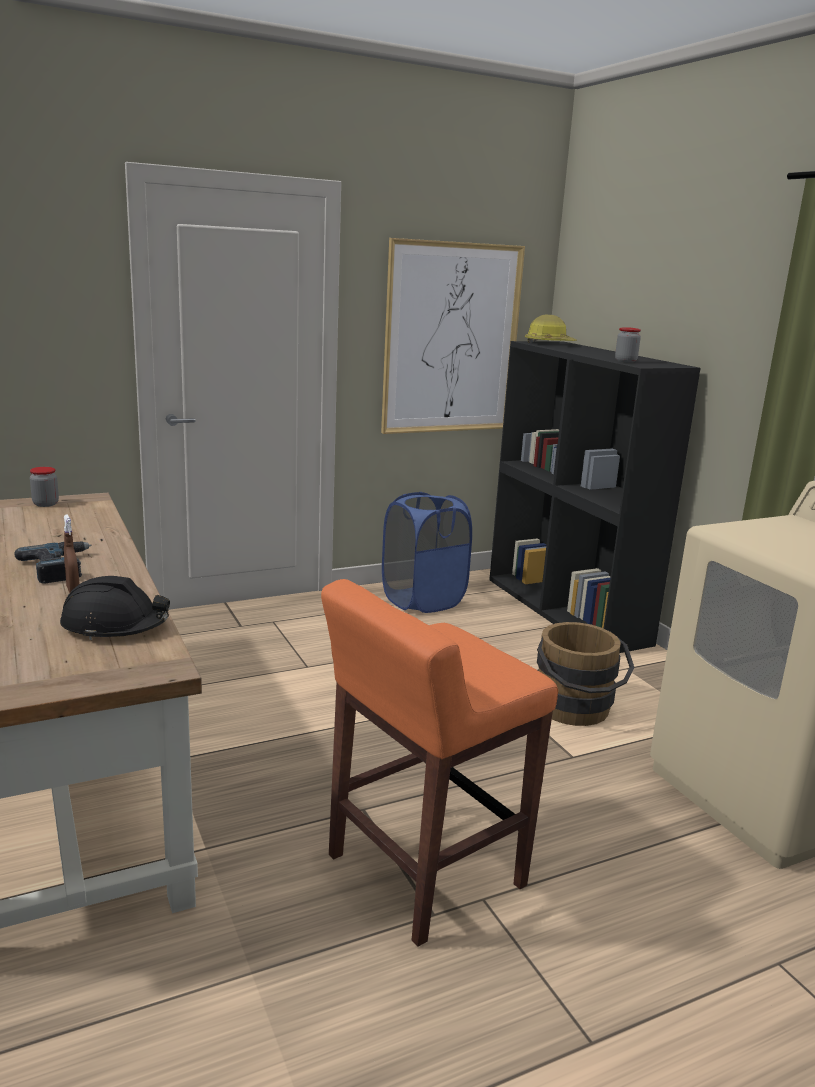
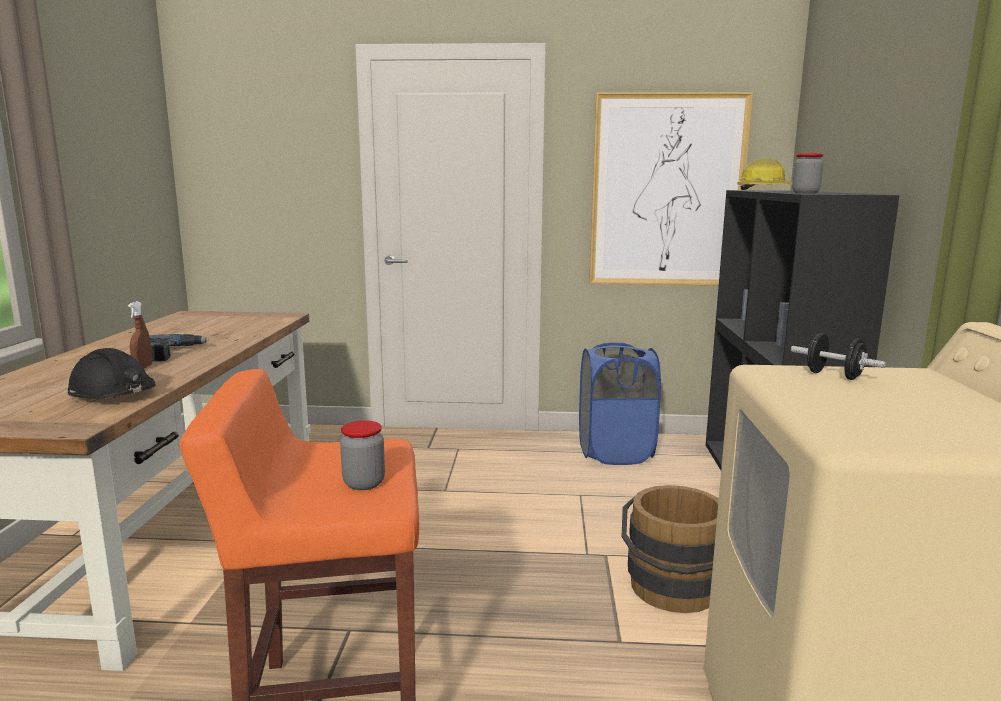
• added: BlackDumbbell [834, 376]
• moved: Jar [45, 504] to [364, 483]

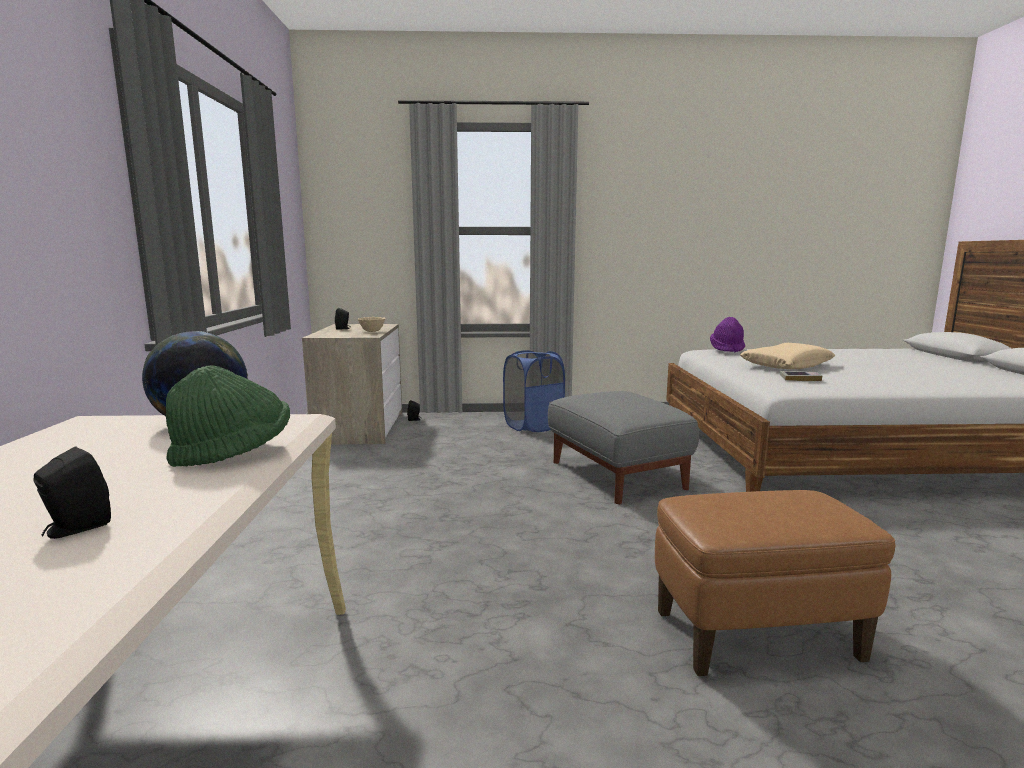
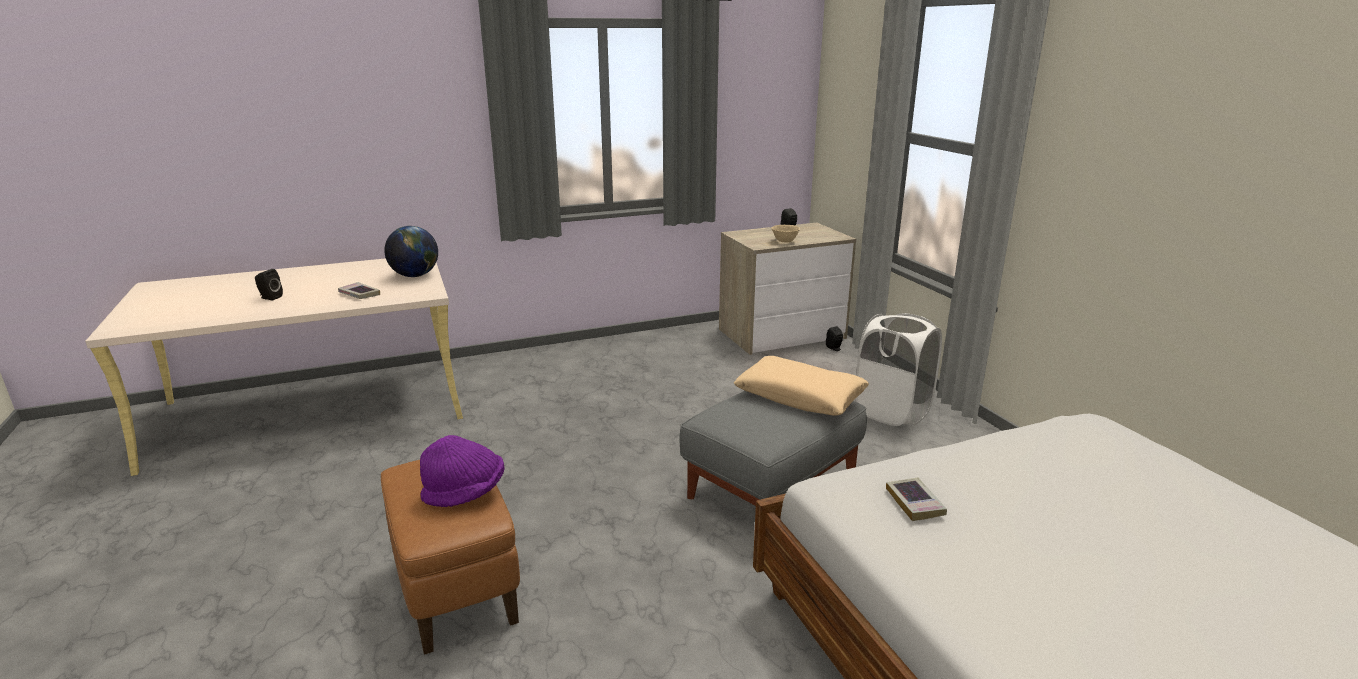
• moved: PurpleHat [727, 349] to [465, 493]
• moved: BeigePillow [786, 366] to [800, 396]
• replaced: GreenHat [233, 453] to Book [359, 294]
• recoloured: BlueLaundryBasket [533, 426] to WhiteLaundryBasket [892, 412]

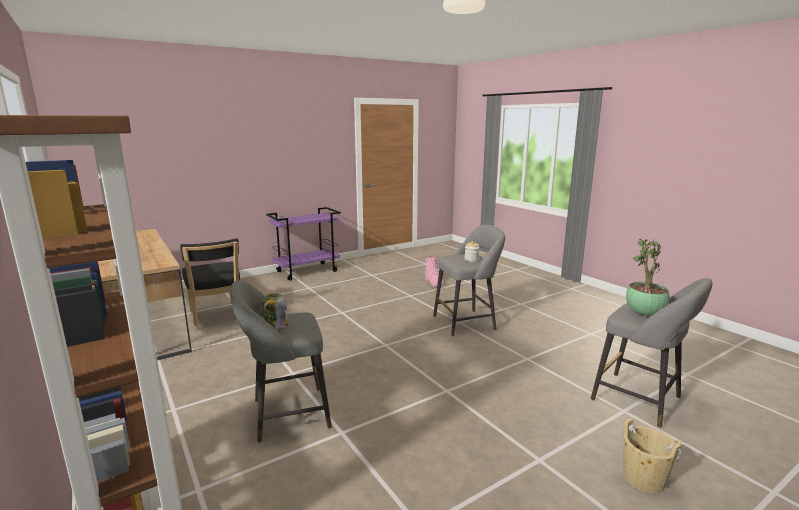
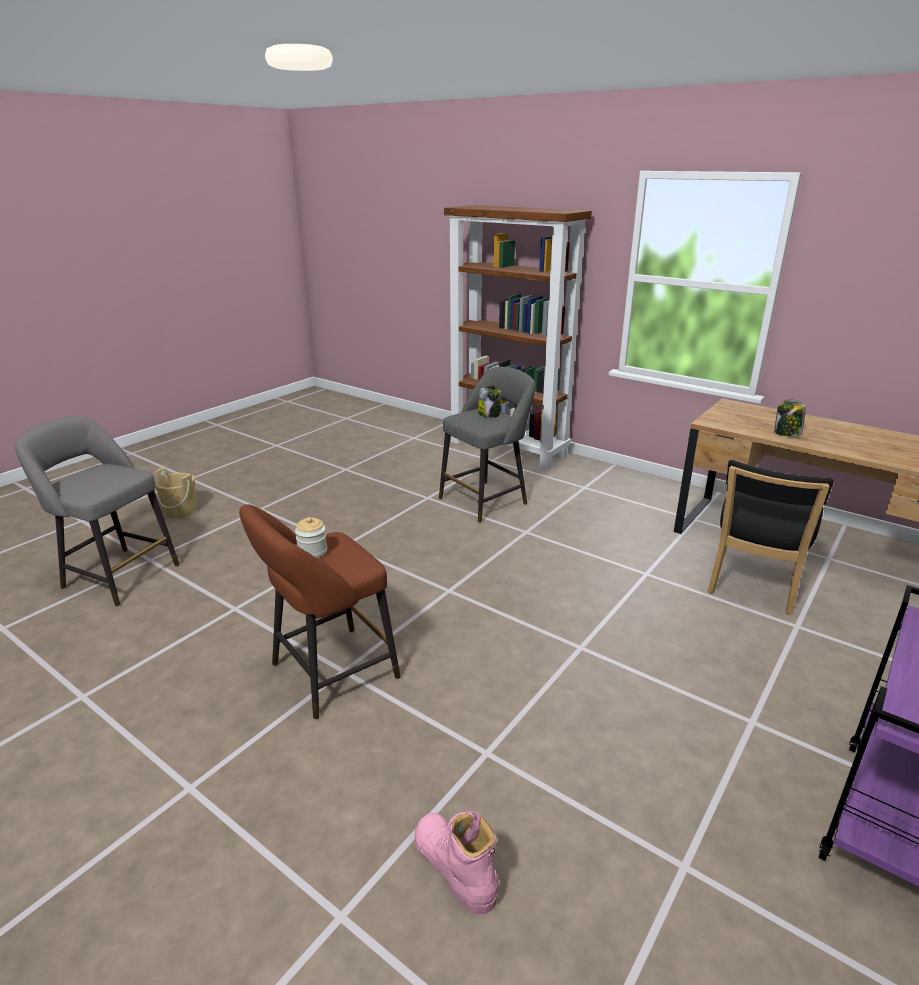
• removed: PottedPlant [644, 314]
• added: Jar [786, 433]
• recoloured: GreyStool [467, 322] to BrownStool [328, 674]
• turned: BlackChair [217, 318] = [752, 586] 105 degrees counterclockwise

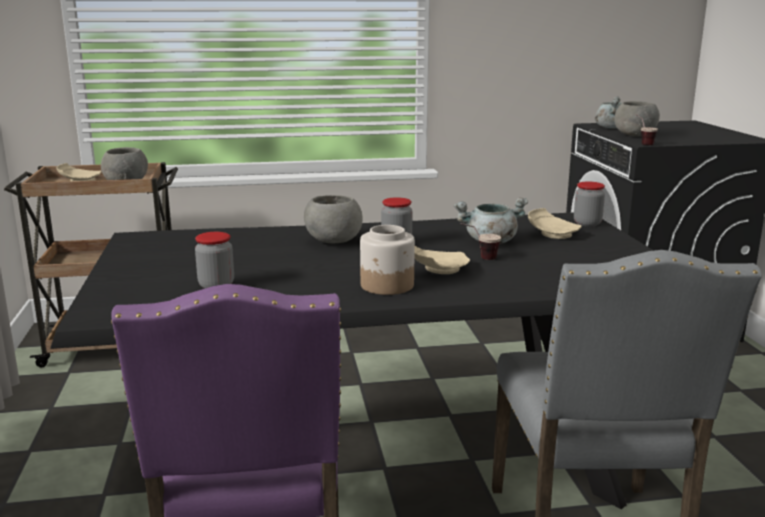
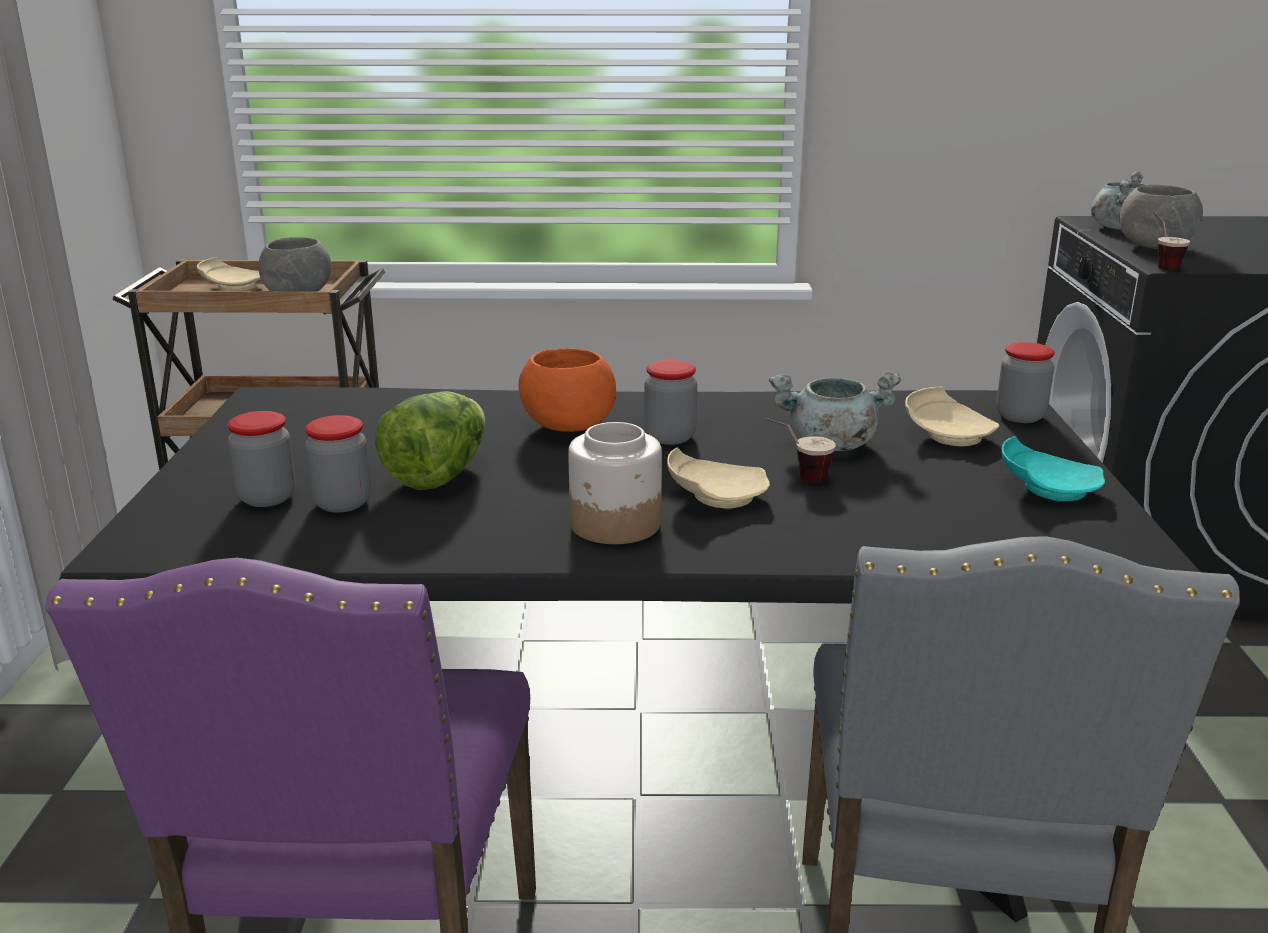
• added: Jar [267, 498]
• added: Lettuce [438, 475]
• added: TurquoisePlate [1046, 488]
• recoloured: GreyBowl [333, 242] to OrangeBowl [567, 427]

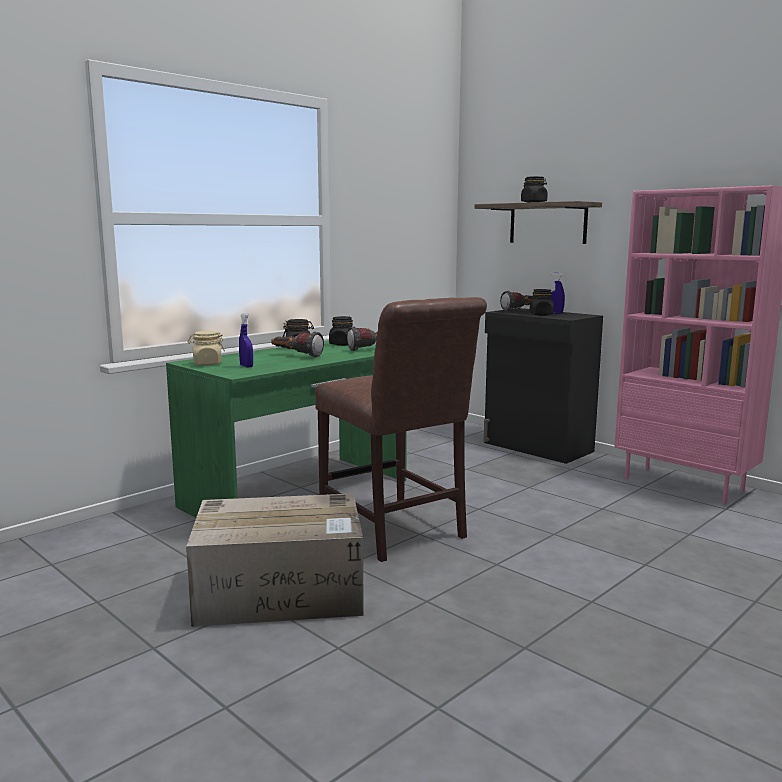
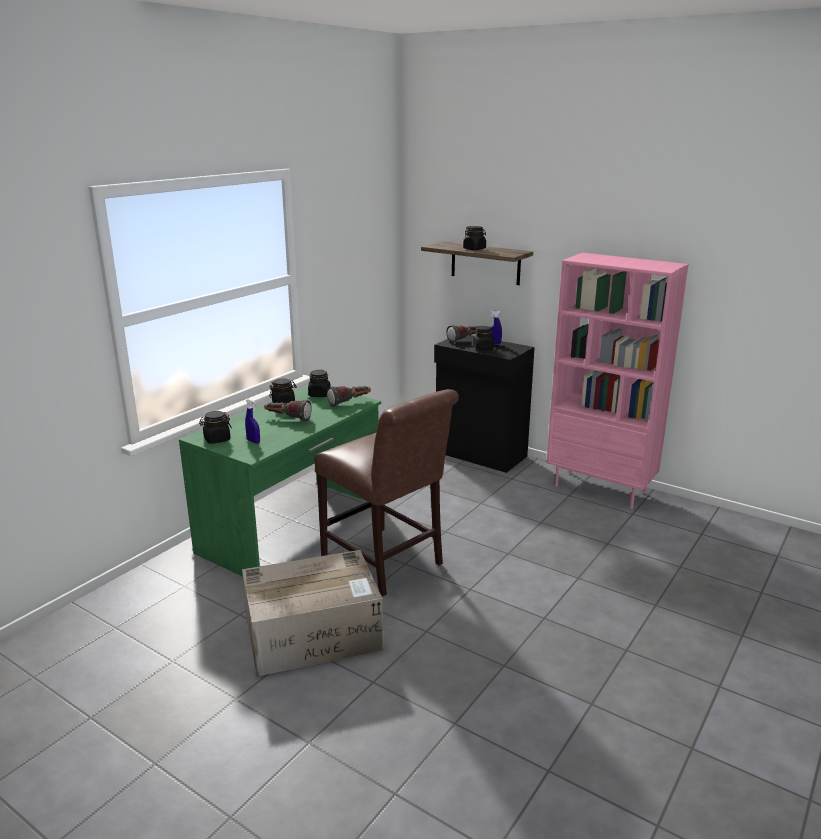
• recoloured: BeigeJar [207, 364] to BlackJar [217, 439]

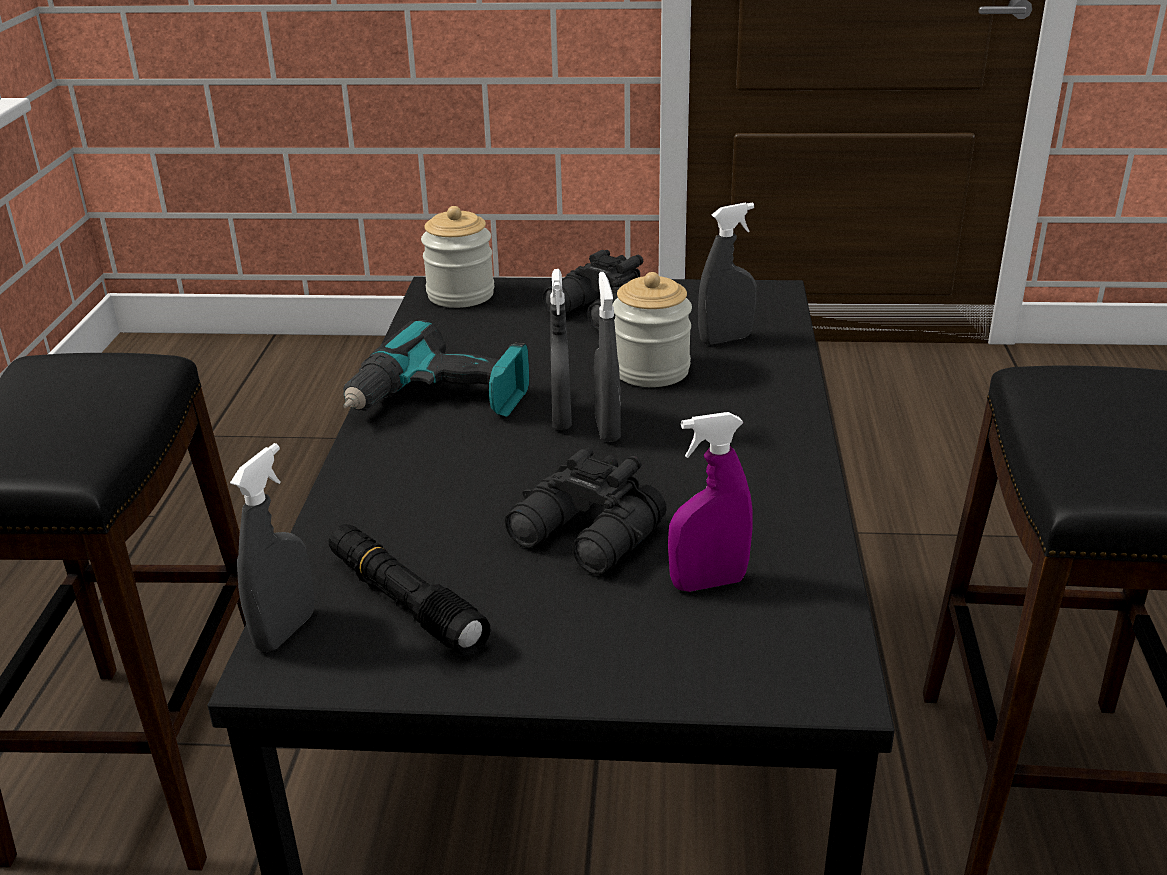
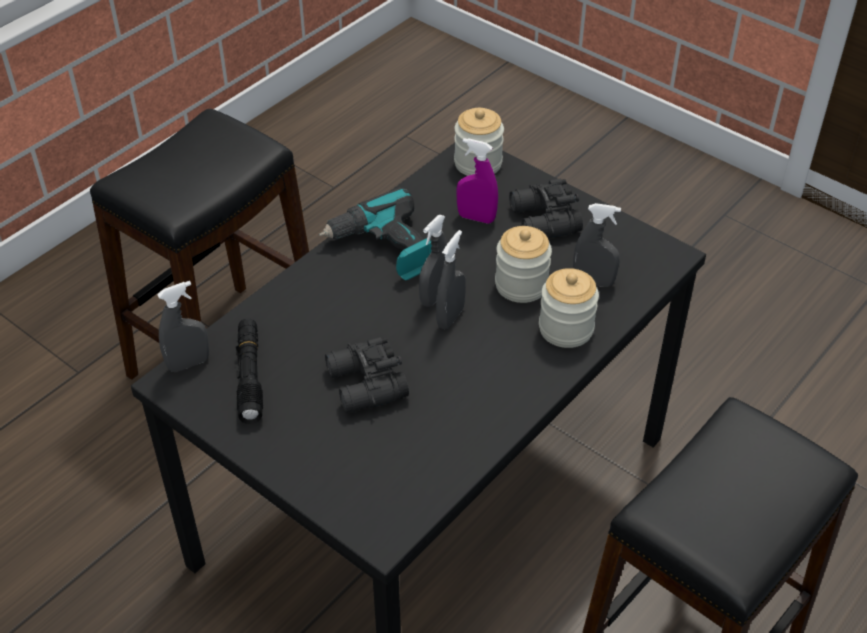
• added: Jar [566, 329]
• moved: PurpleSprayBottle [708, 583] to [476, 218]

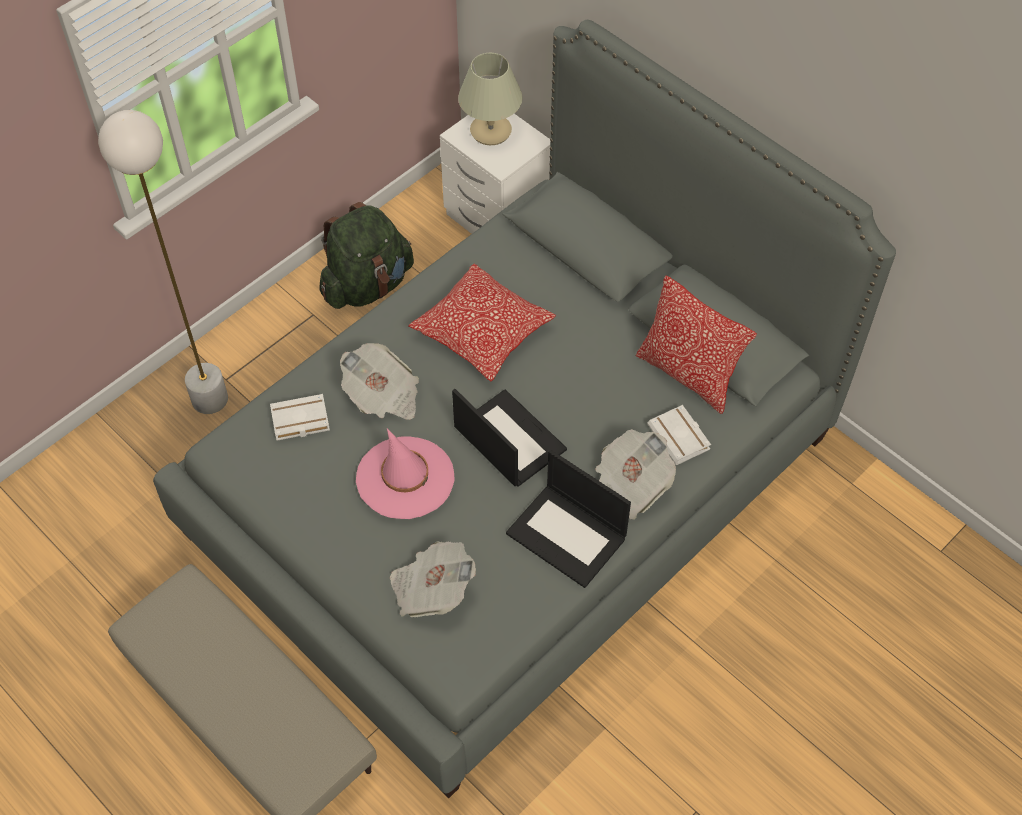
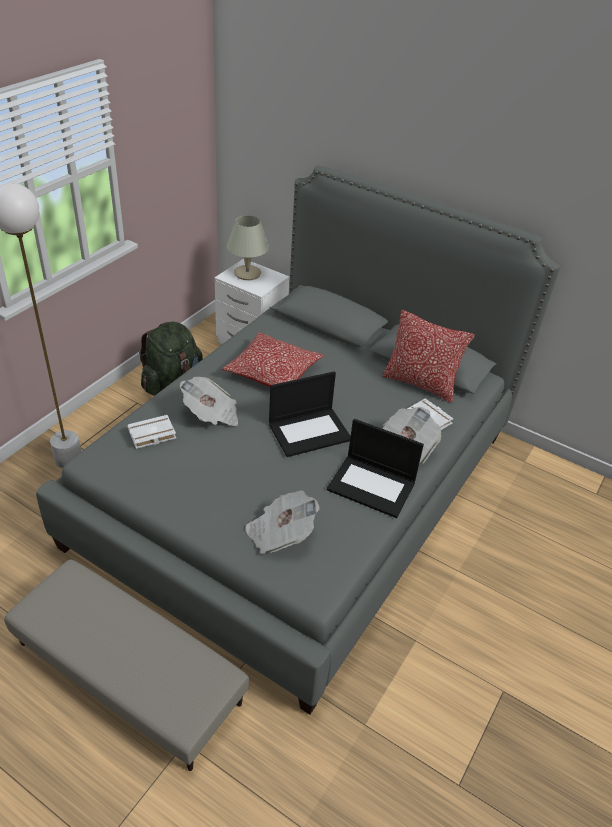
• removed: PinkHat [405, 478]
• turned: Laptop [508, 439] = [310, 431] 120 degrees clockwise

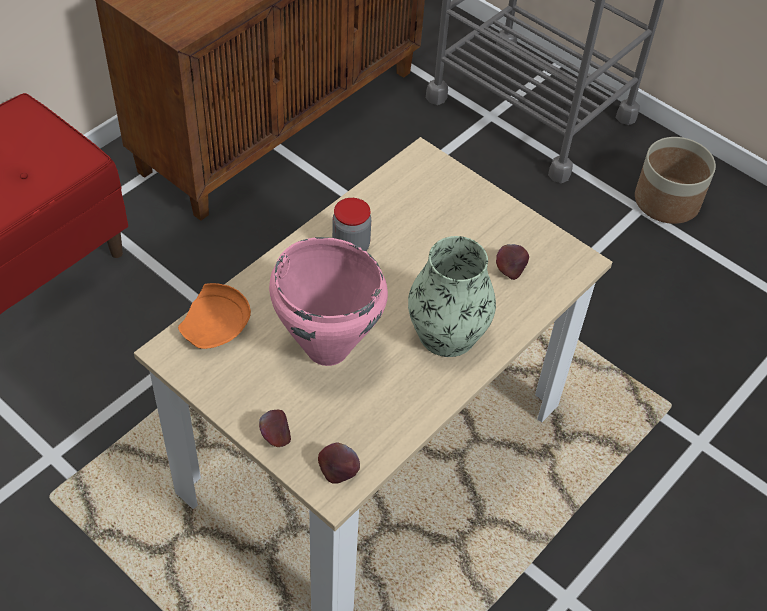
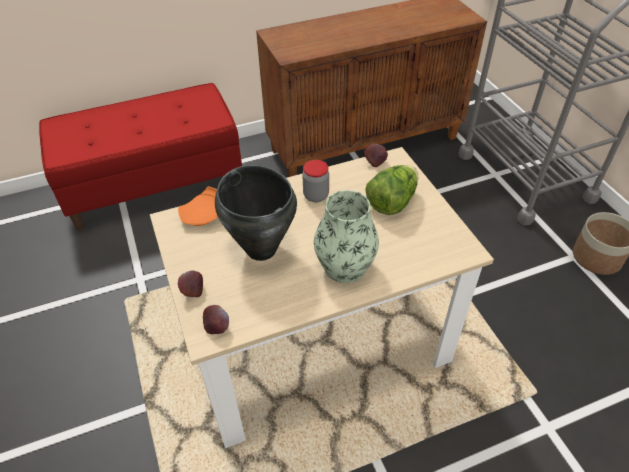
• added: Lettuce [392, 202]
• moved: Apple [510, 269] to [375, 162]
• recoloured: PinkCookingPot [327, 347] to BlackCookingPot [261, 249]

